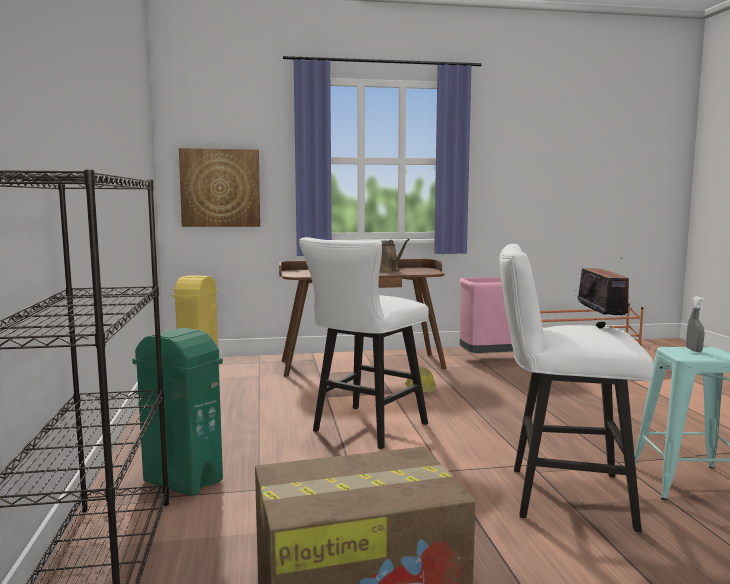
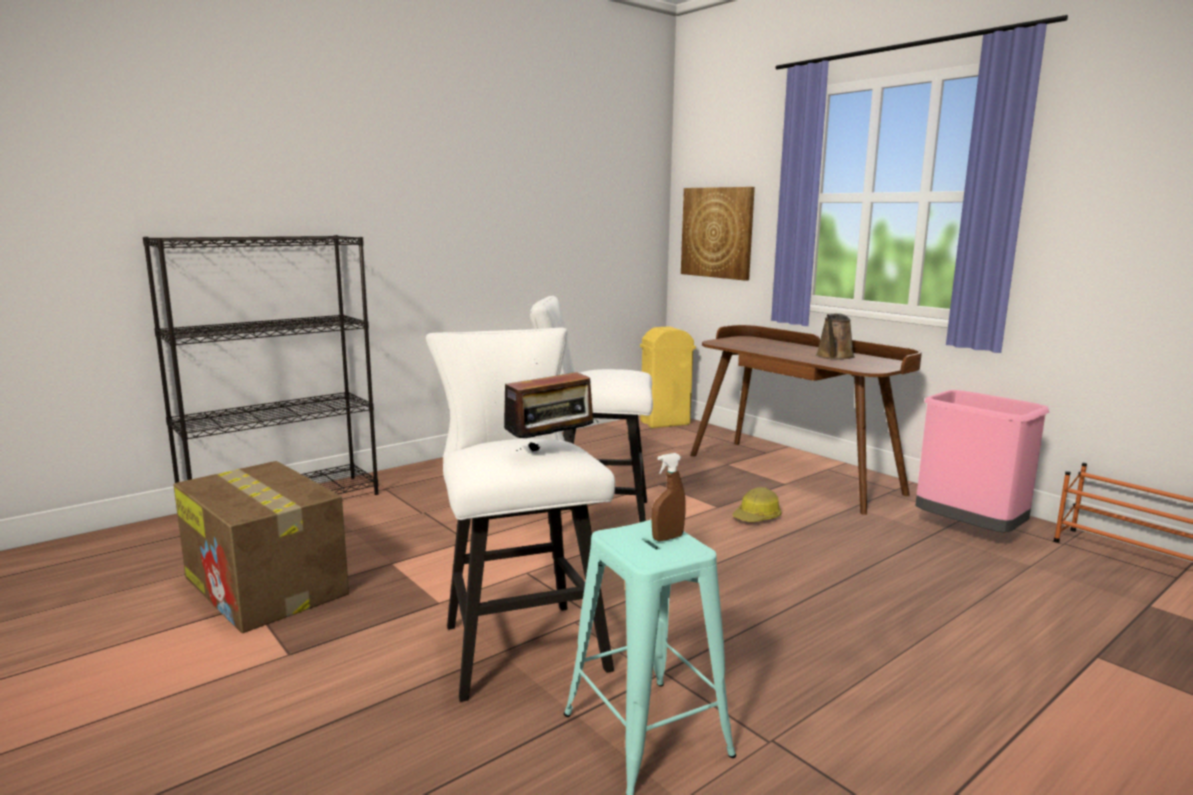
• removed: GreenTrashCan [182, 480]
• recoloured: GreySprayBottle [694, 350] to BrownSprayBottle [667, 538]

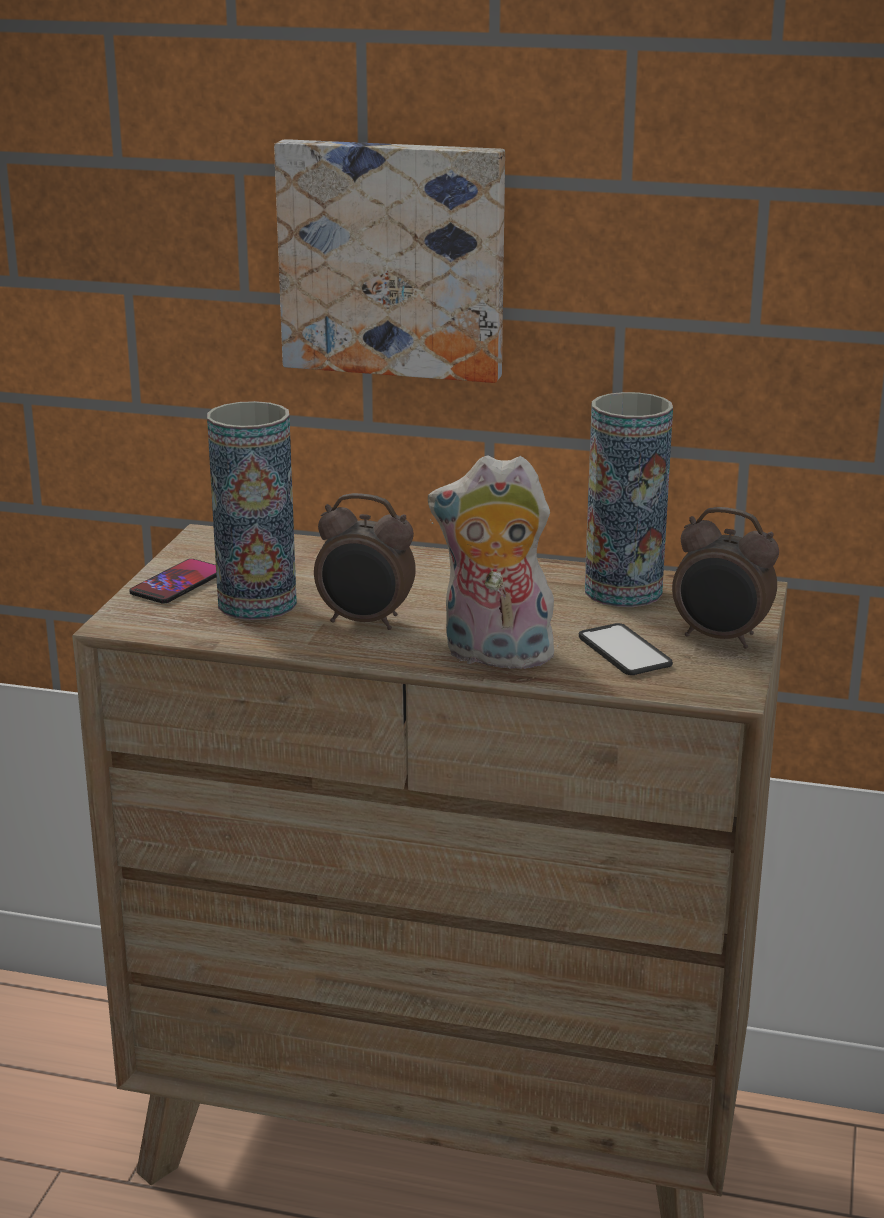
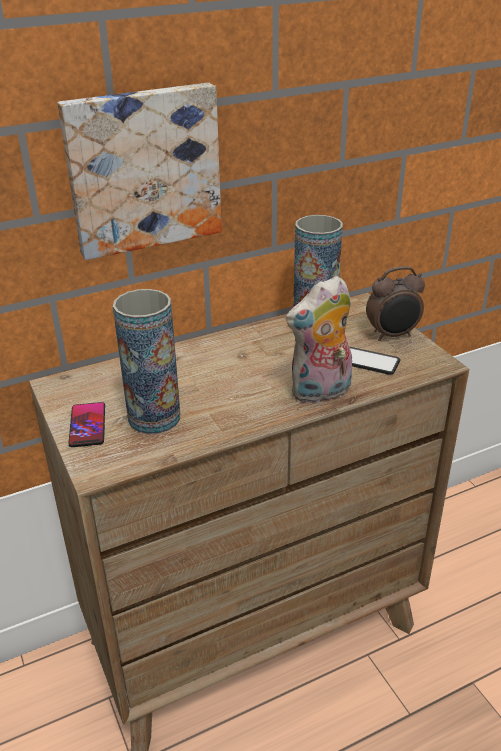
• removed: AlarmClock [365, 622]

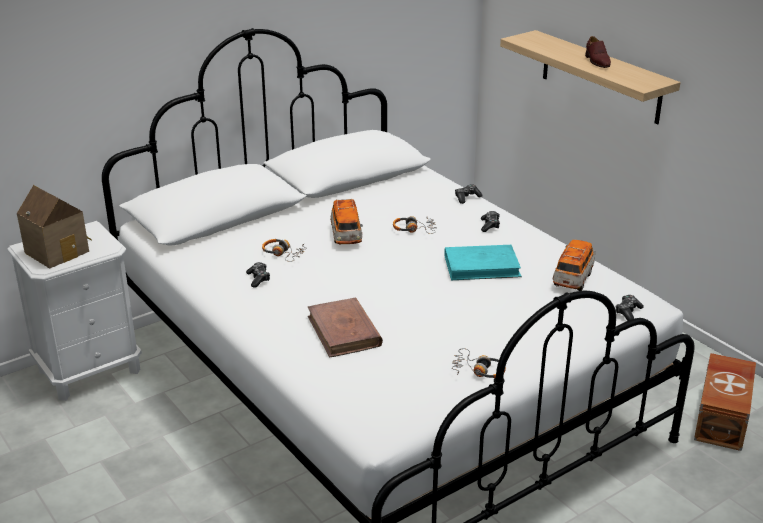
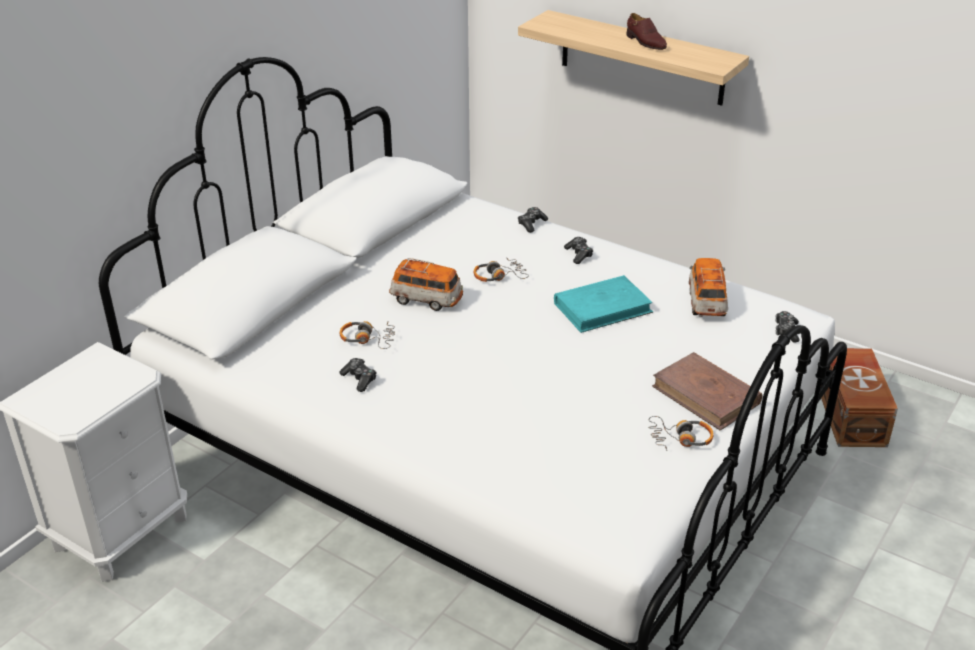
• removed: ToyHouse [59, 251]
• moved: BrownBook [344, 331] to [706, 395]
• turned: ToyCar [346, 235] = [426, 300] 45 degrees counterclockwise

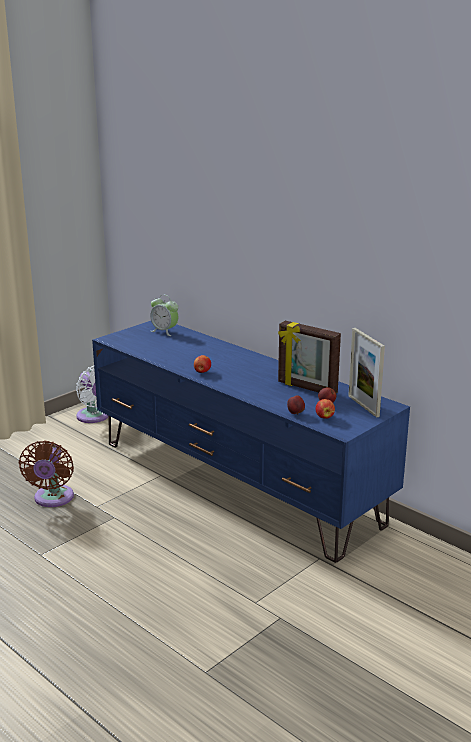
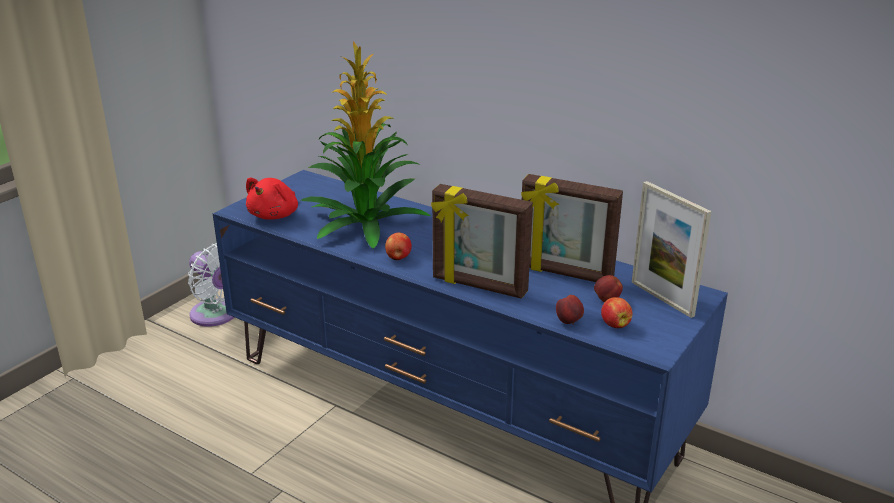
• removed: BrownFan [53, 499]
• removed: AlarmClock [164, 331]
• added: RedPlushToy [275, 215]
• added: PottedPlant [364, 223]
• added: PictureFrame [479, 286]

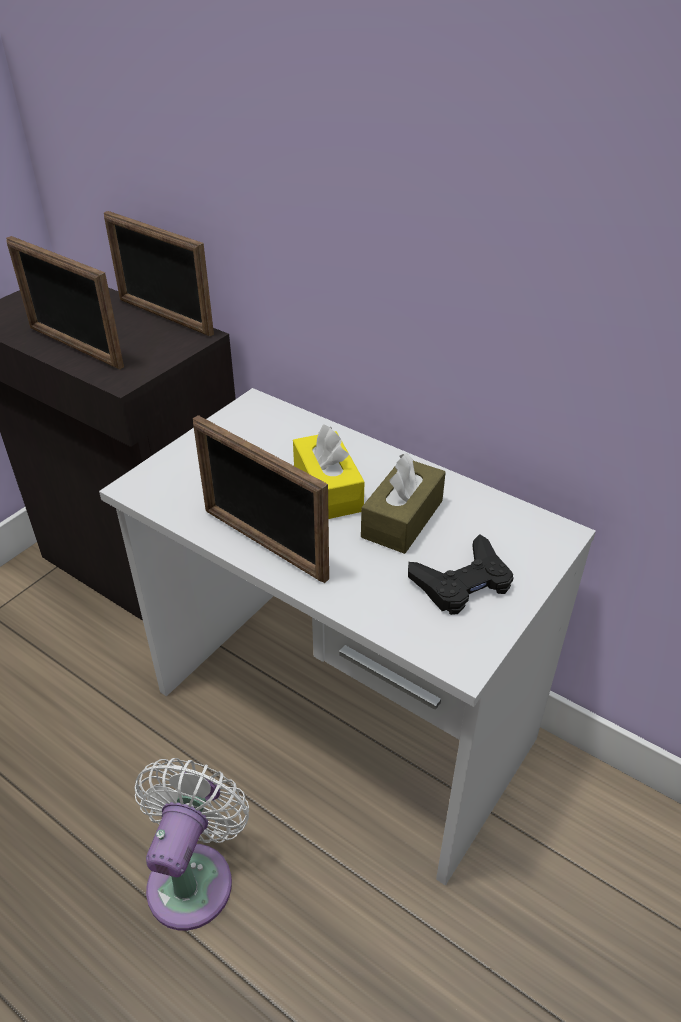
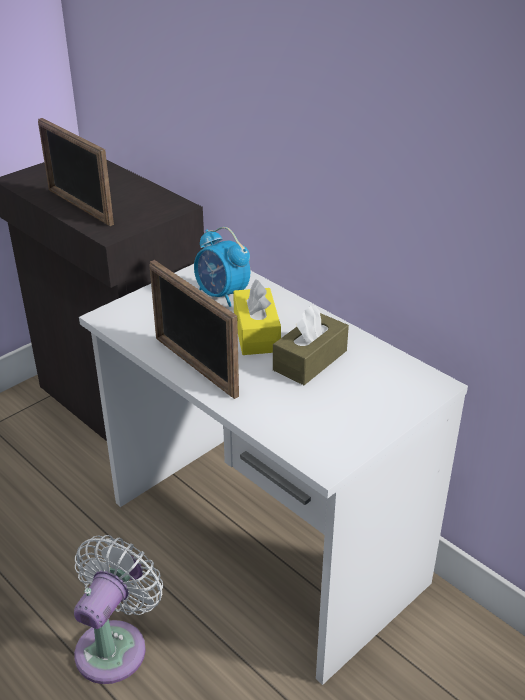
• removed: PictureFrame [164, 317]
• removed: BlackGameController [462, 582]
• added: AlarmClock [222, 295]

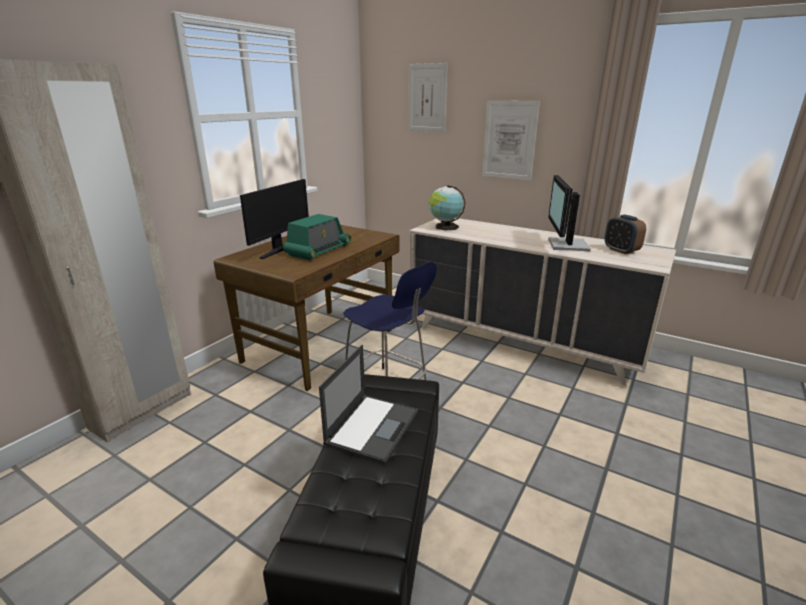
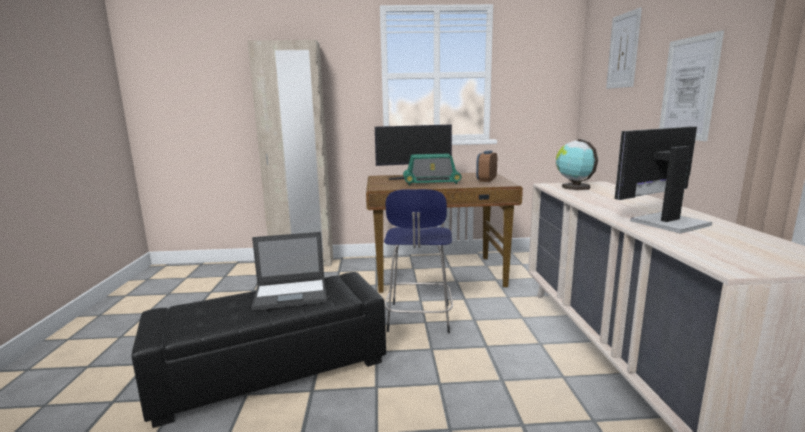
• moved: AlarmClock [621, 251] to [486, 180]

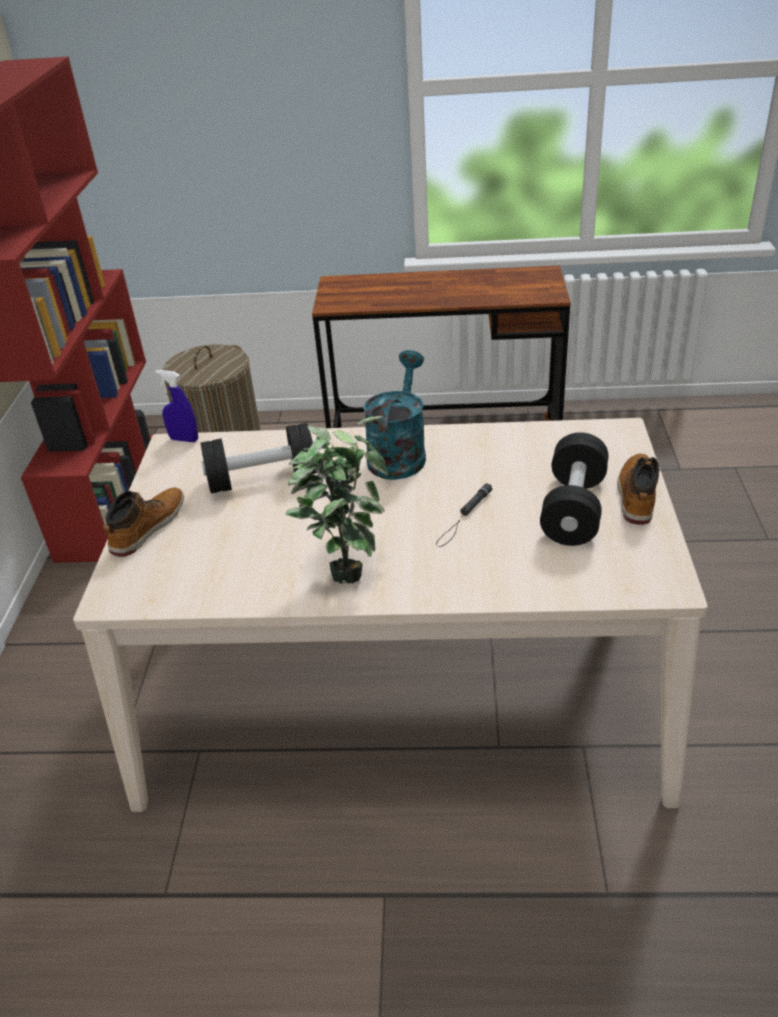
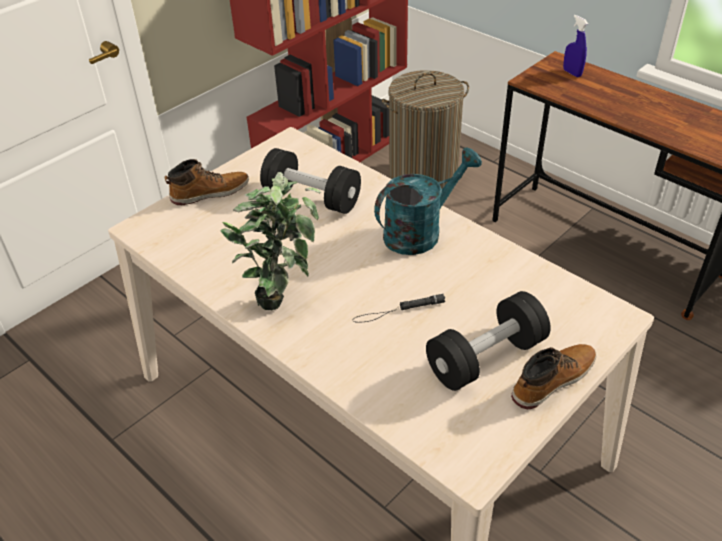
• moved: BlueSprayBottle [184, 439] to [572, 73]

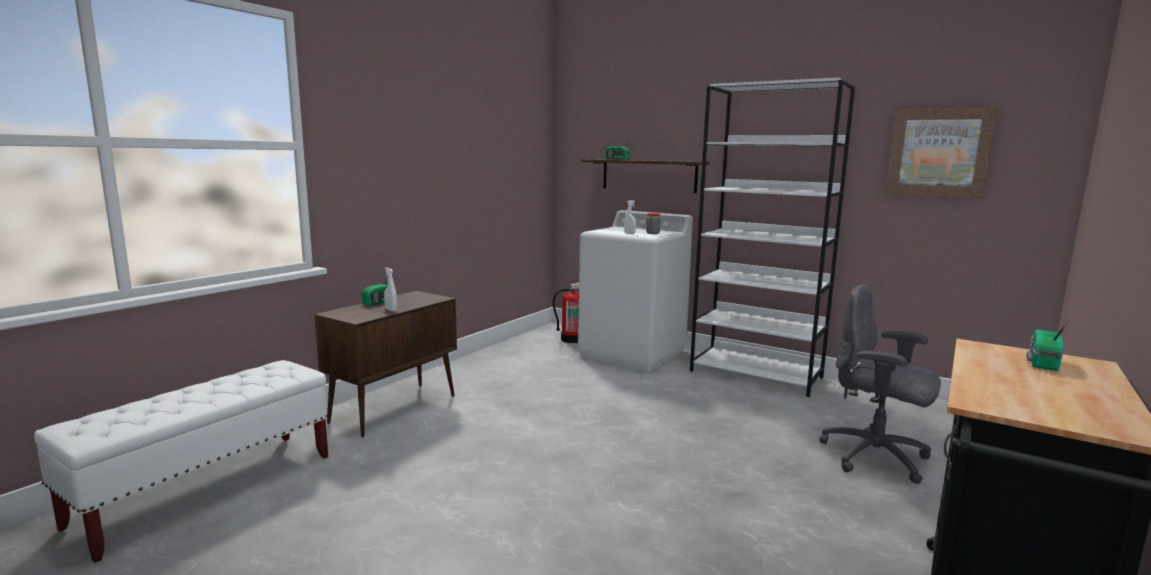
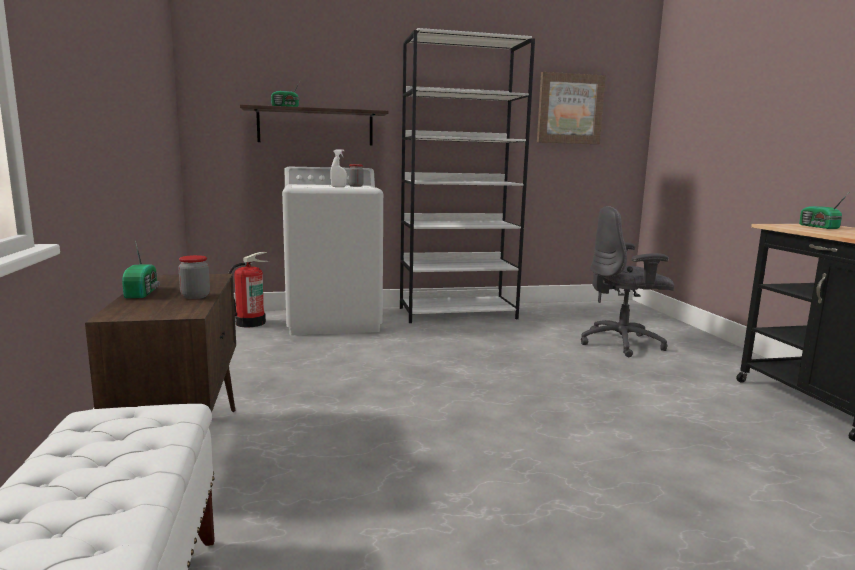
• replaced: WhiteSprayBottle [391, 310] to Jar [195, 296]

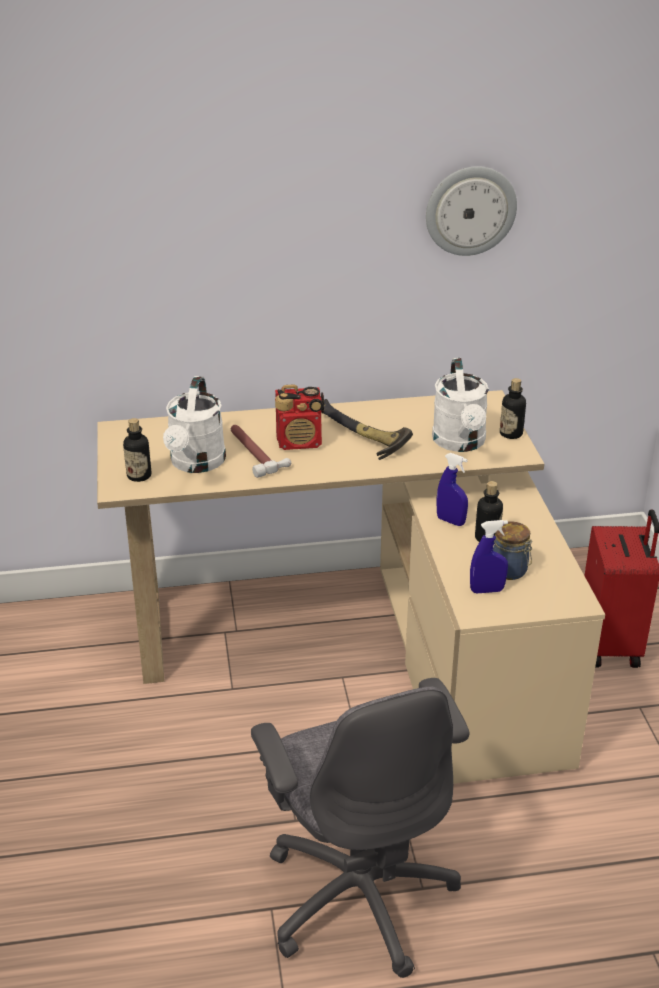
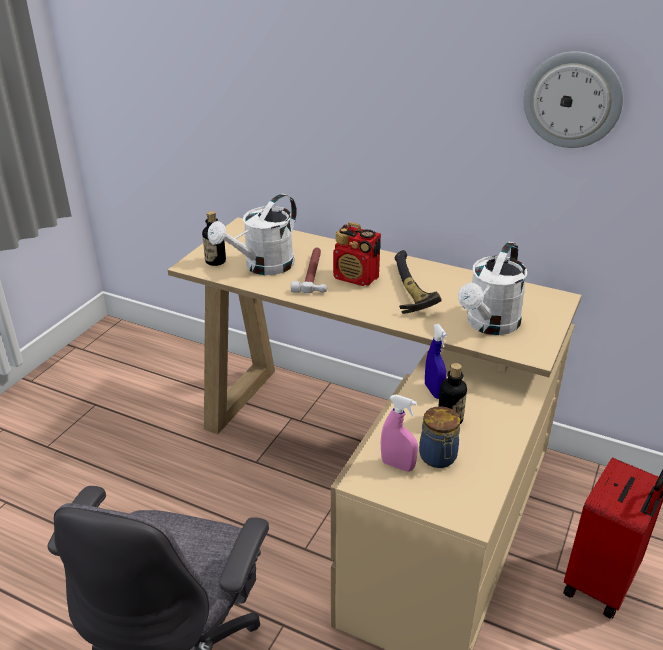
• removed: Bottle [511, 433]
• recoloured: BlueSprayBottle [487, 590] to PinkSprayBottle [397, 465]

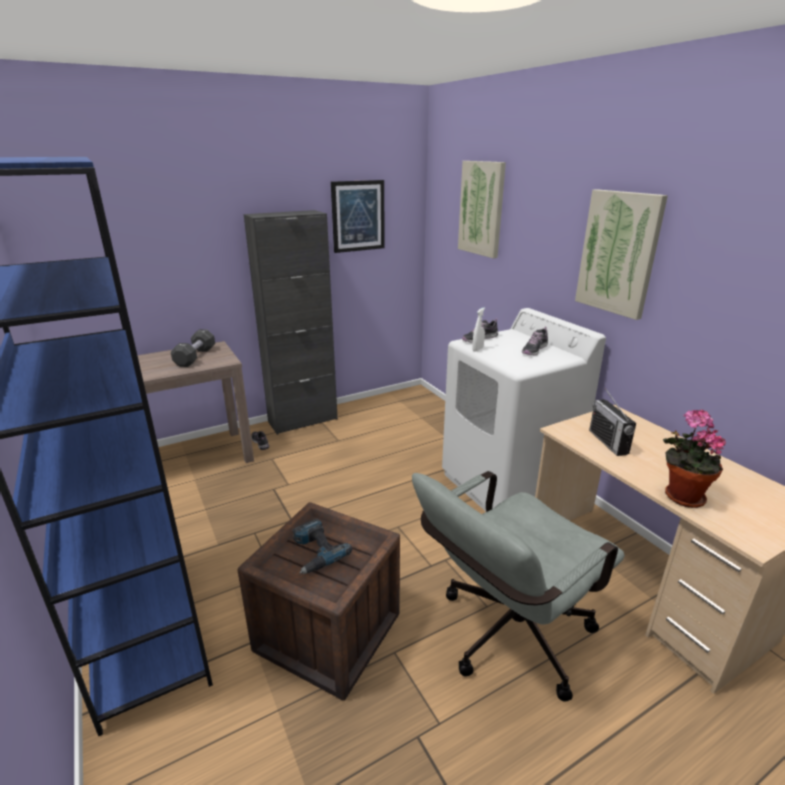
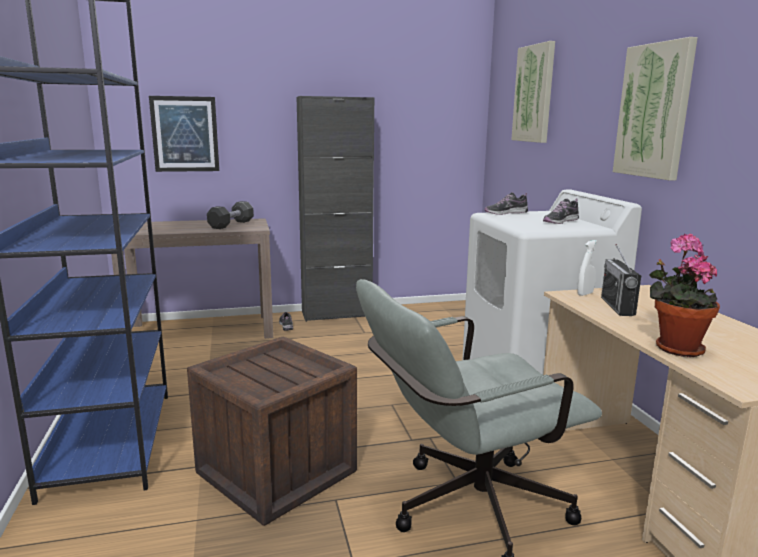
• removed: PowerDrill [315, 551]
• moved: Picture [358, 216] to [185, 134]
• moved: WhiteSprayBottle [477, 349] to [585, 294]

